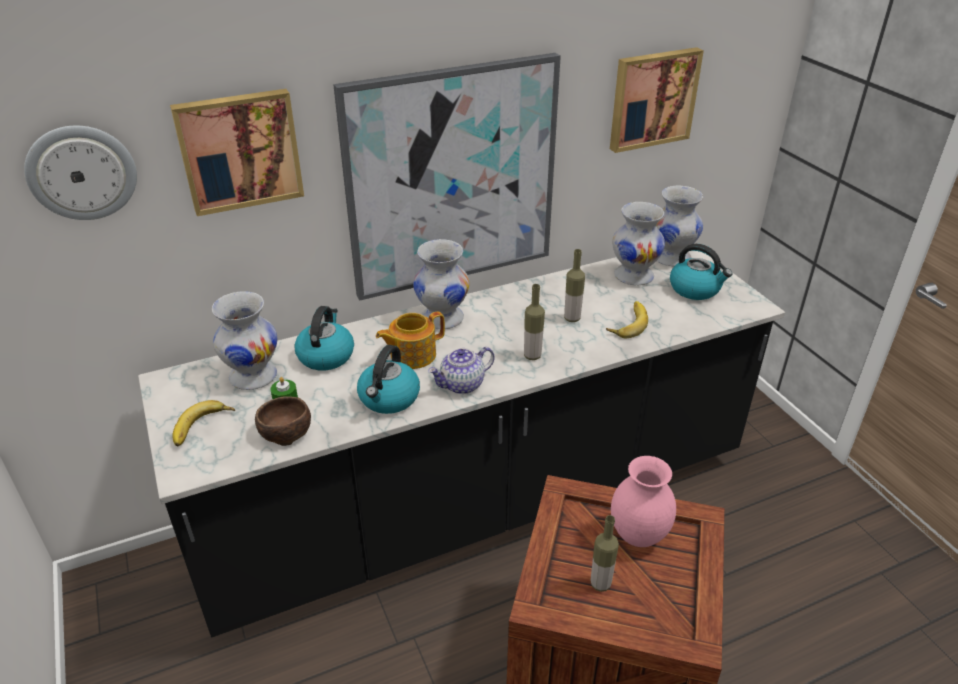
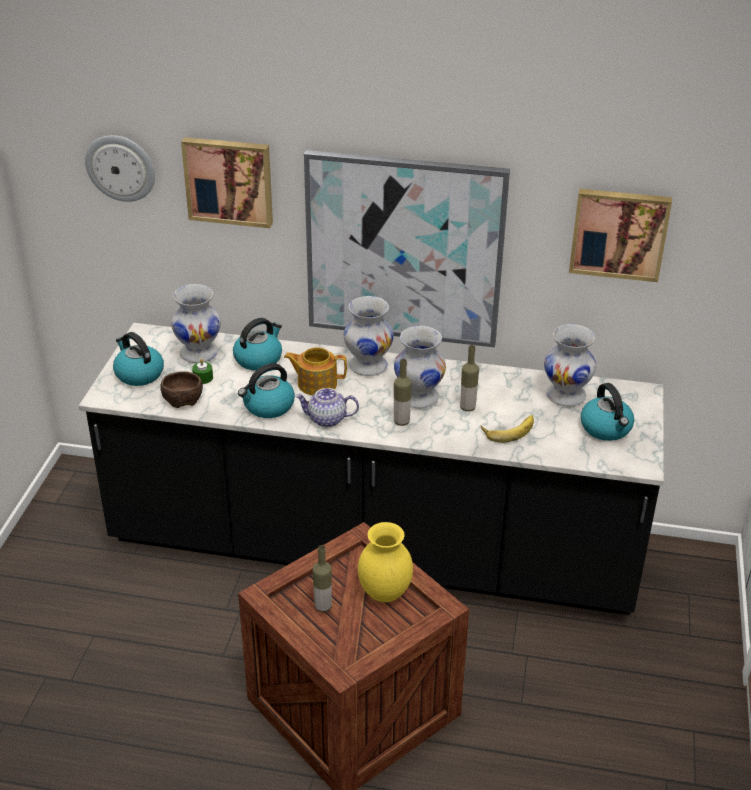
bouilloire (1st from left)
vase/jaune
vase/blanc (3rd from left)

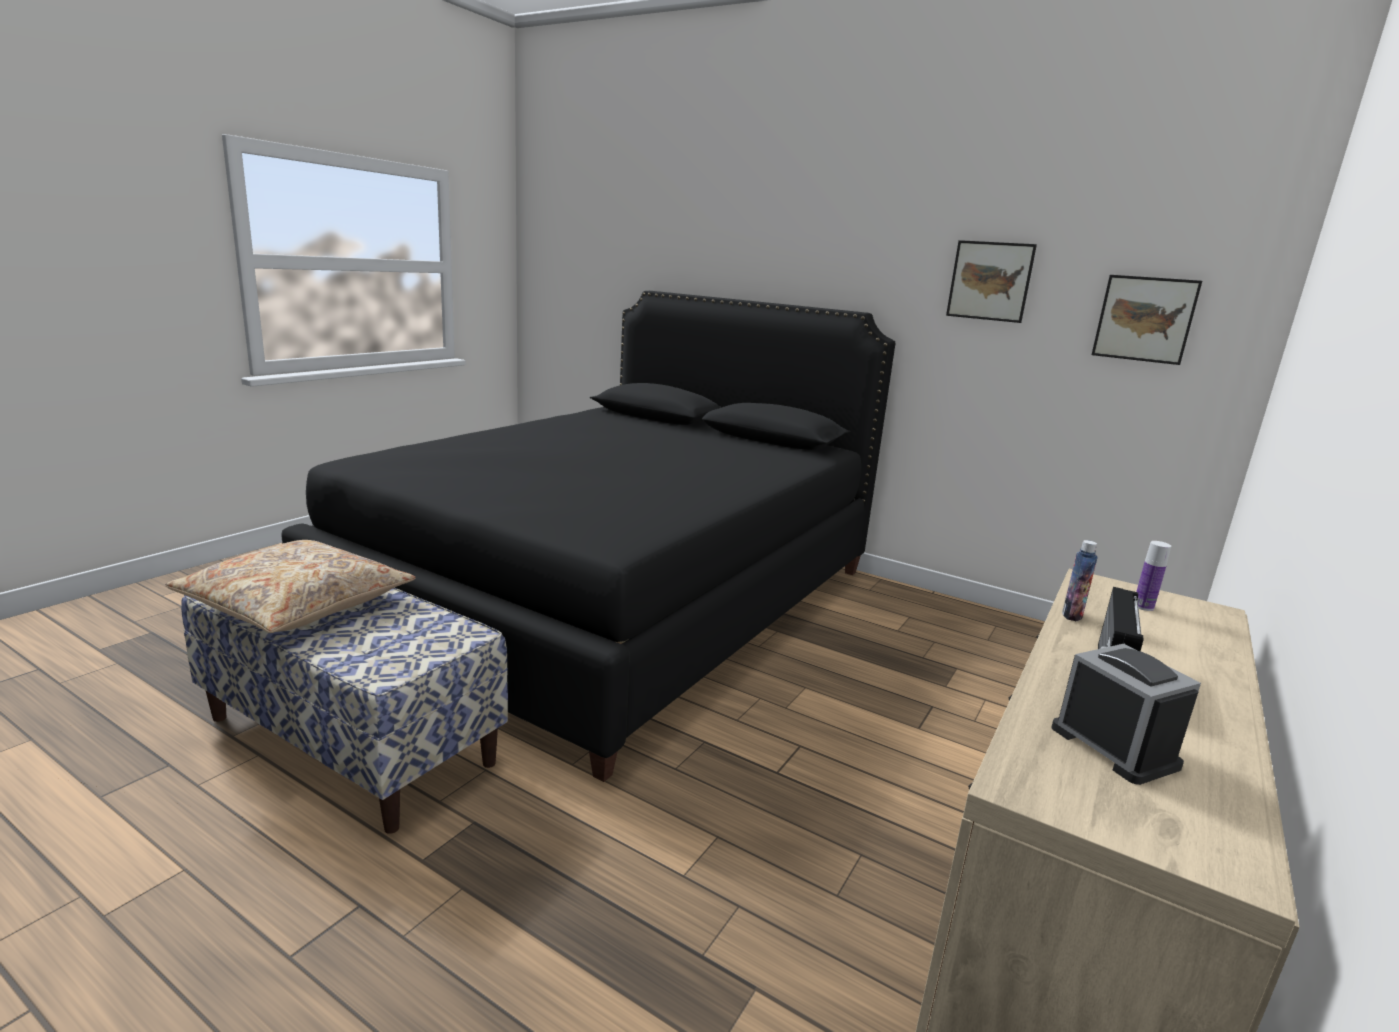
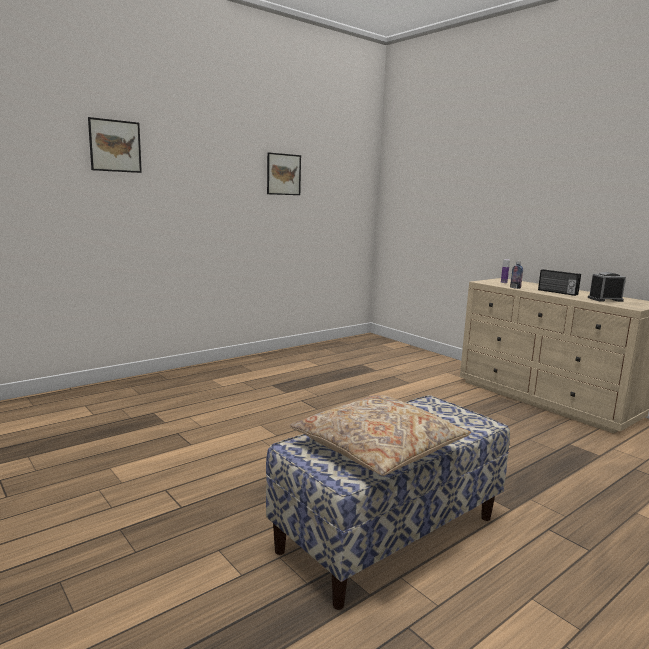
tableau (1st from left)
lit/noir

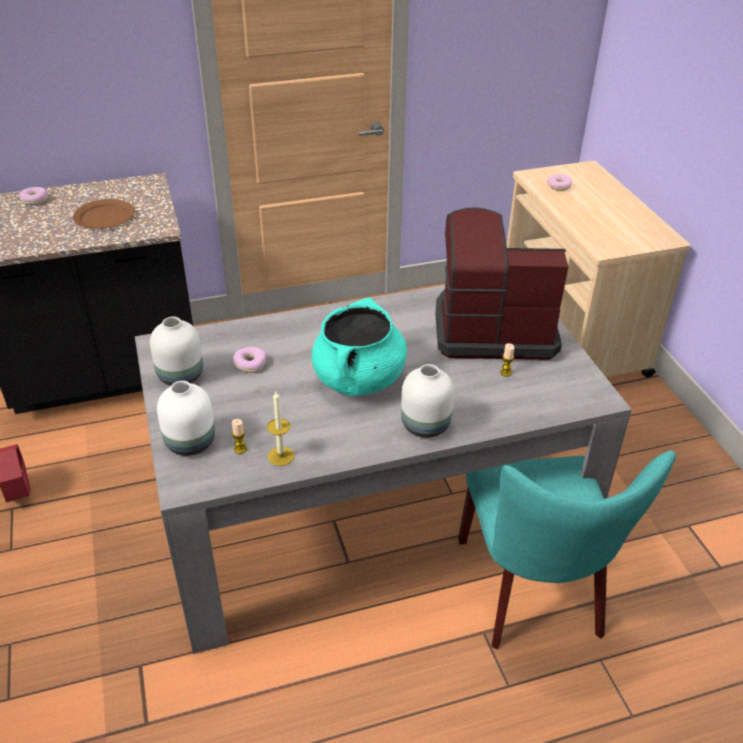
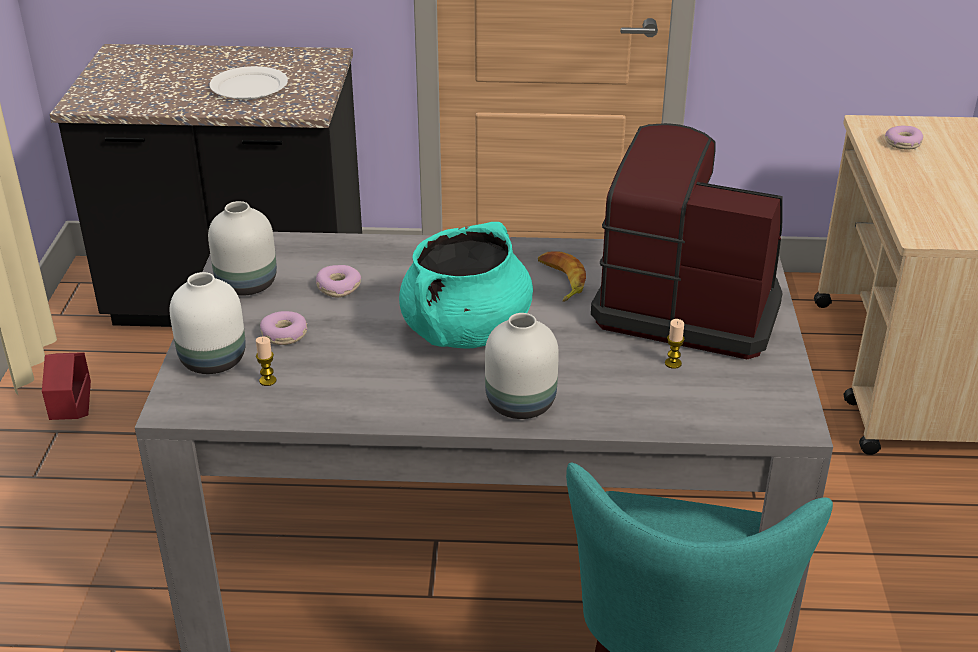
assiette/blanc
beignet (1st from left)
banane
bougie (2nd from left in the first image)

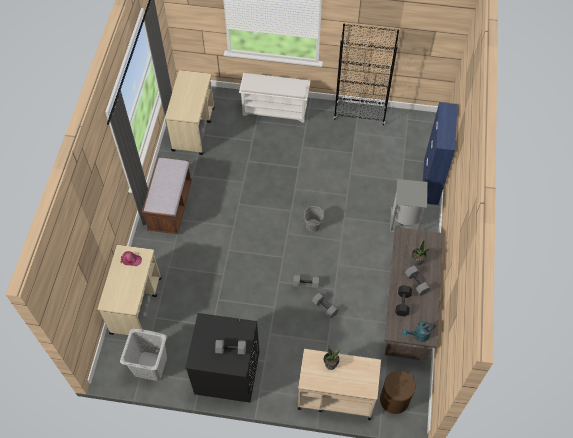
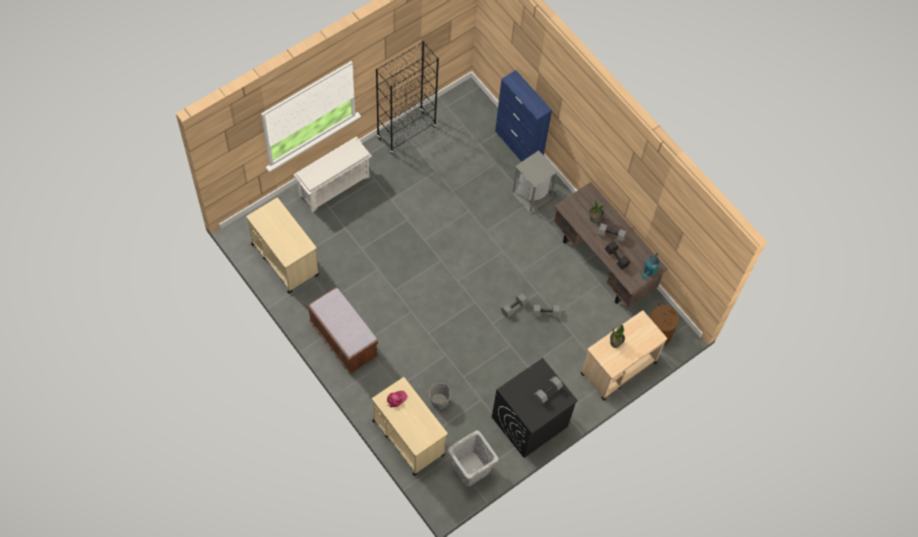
seau/gris

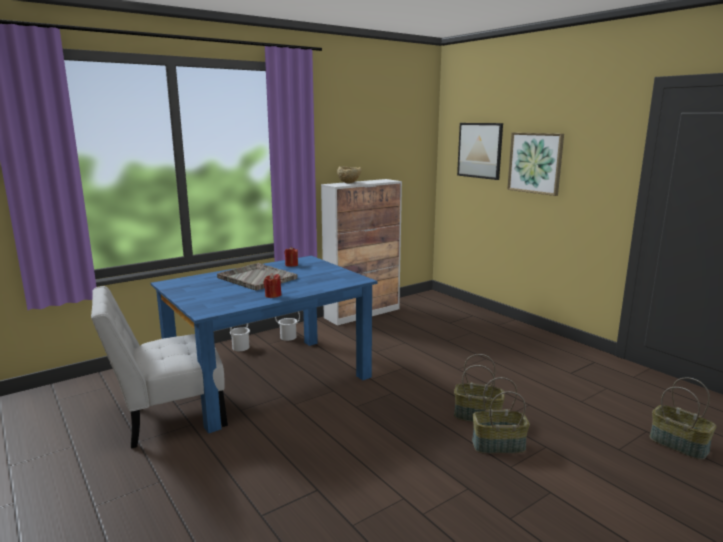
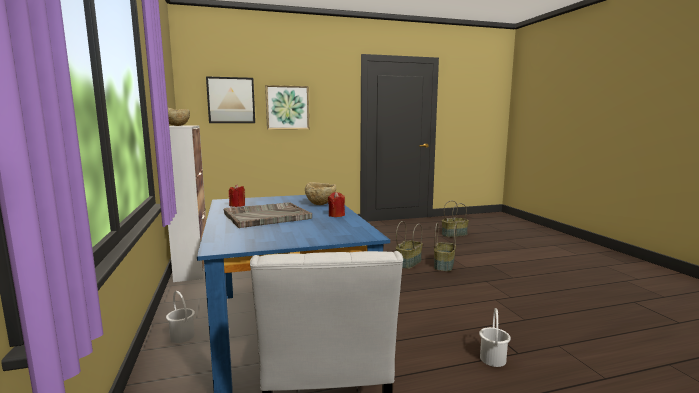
bol/beige (2nd from left)
seau/blanc (2nd from left)

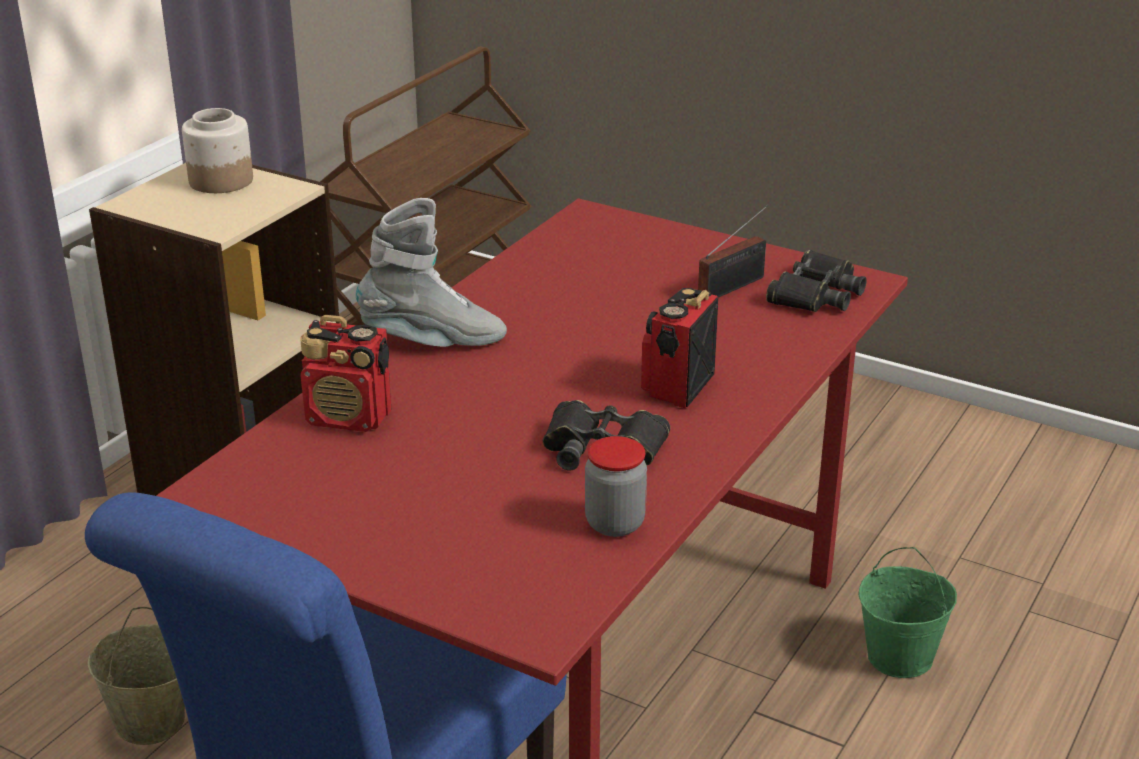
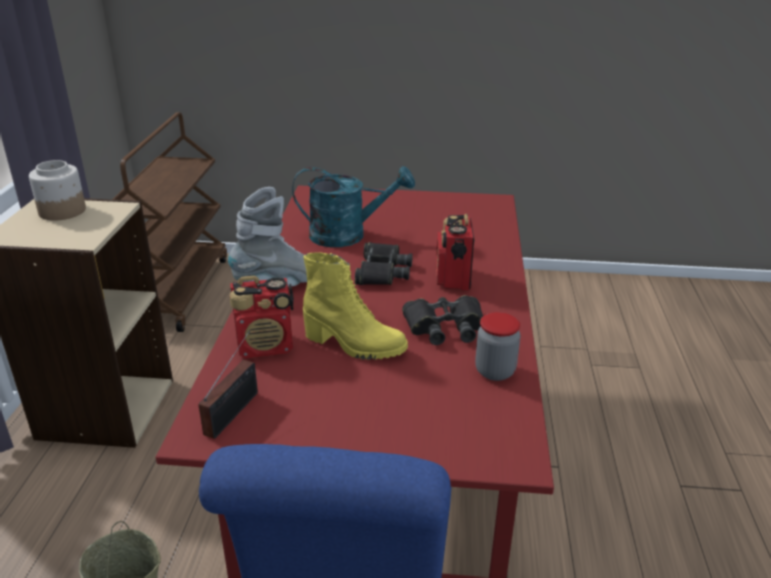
radio (1st from left)
arrosoir/turquoise
botte/jaune
jumelles/noir (1st from left)
seau/vert

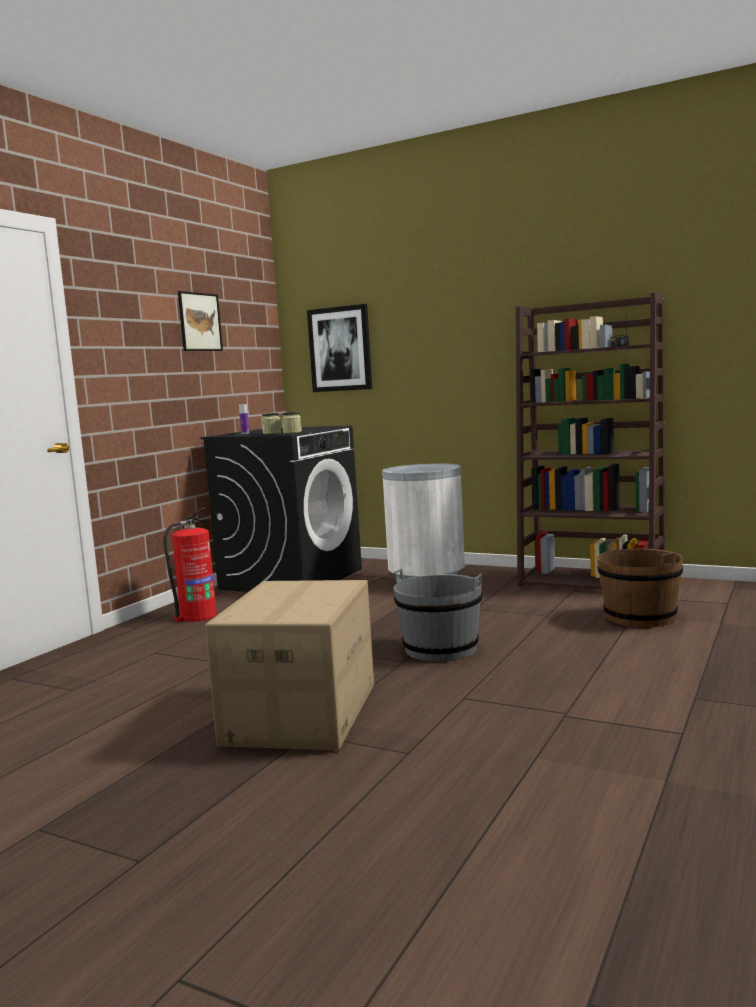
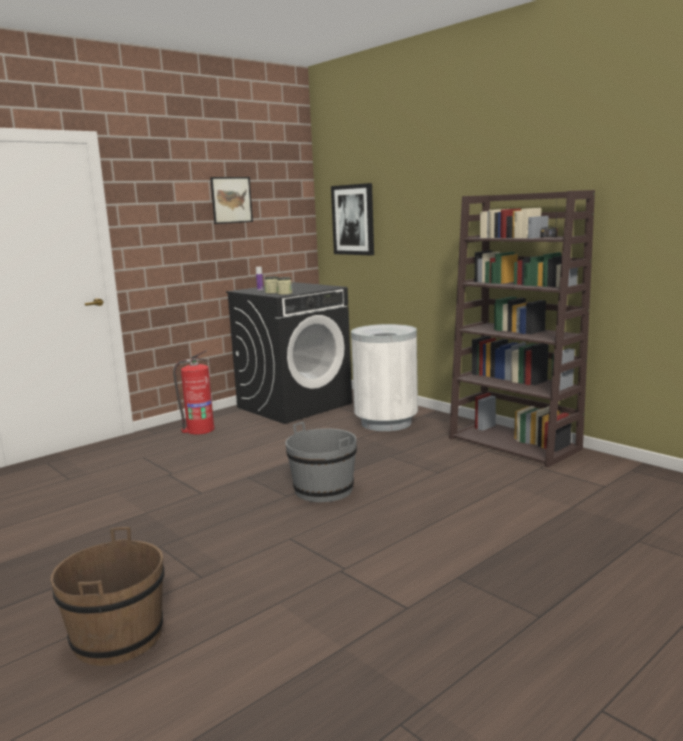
seau/marron
carton

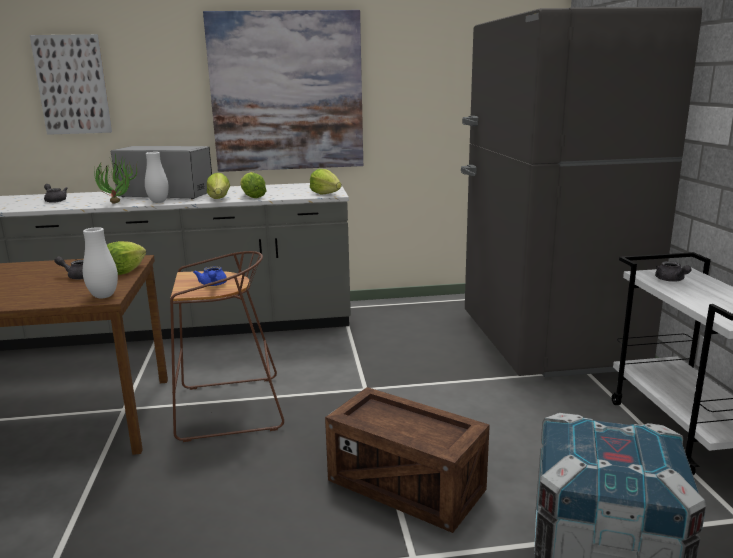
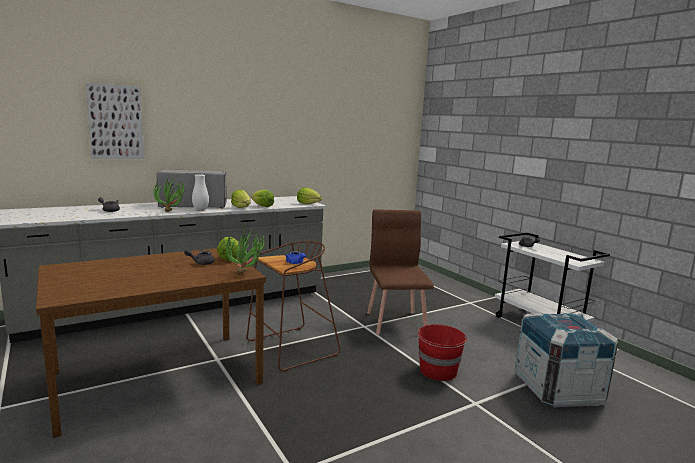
plante en pot (2nd from left)
chaise/marron
seau/rouge
tableau (2nd from left in the first image)
réfrigérateur/gris

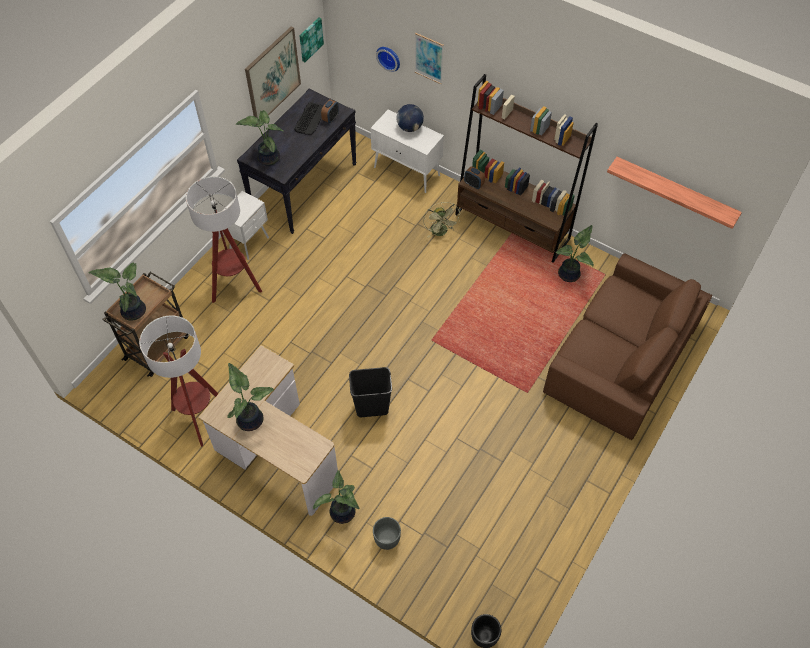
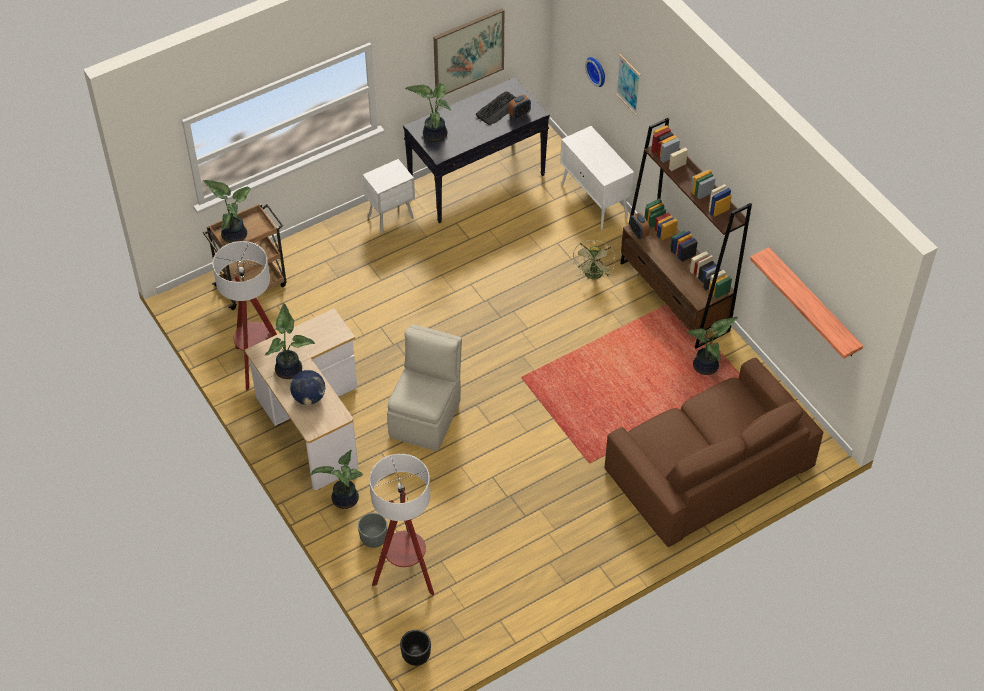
globe
lampadaire (2nd from left)
chaise/beige
tableau (2nd from left in the first image)

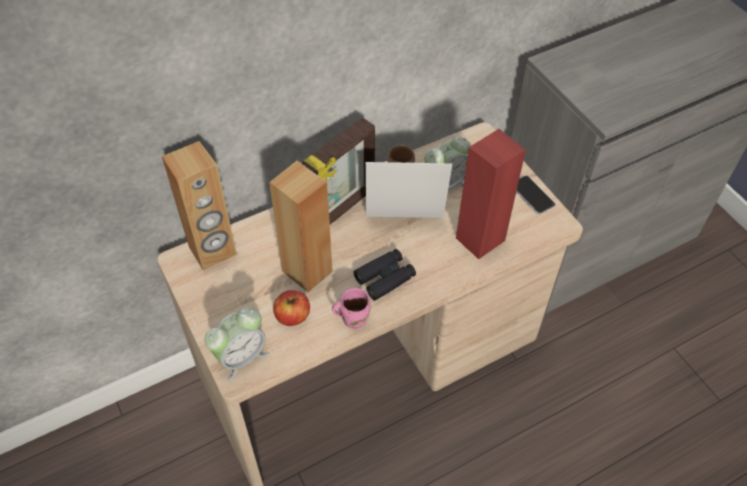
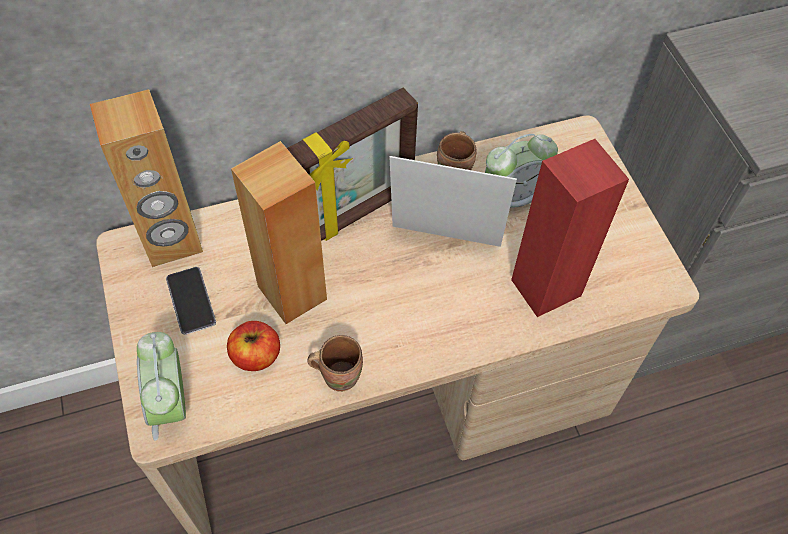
réveil (1st from left)
téléphone
mug/marron (1st from left)
jumelles/noir

